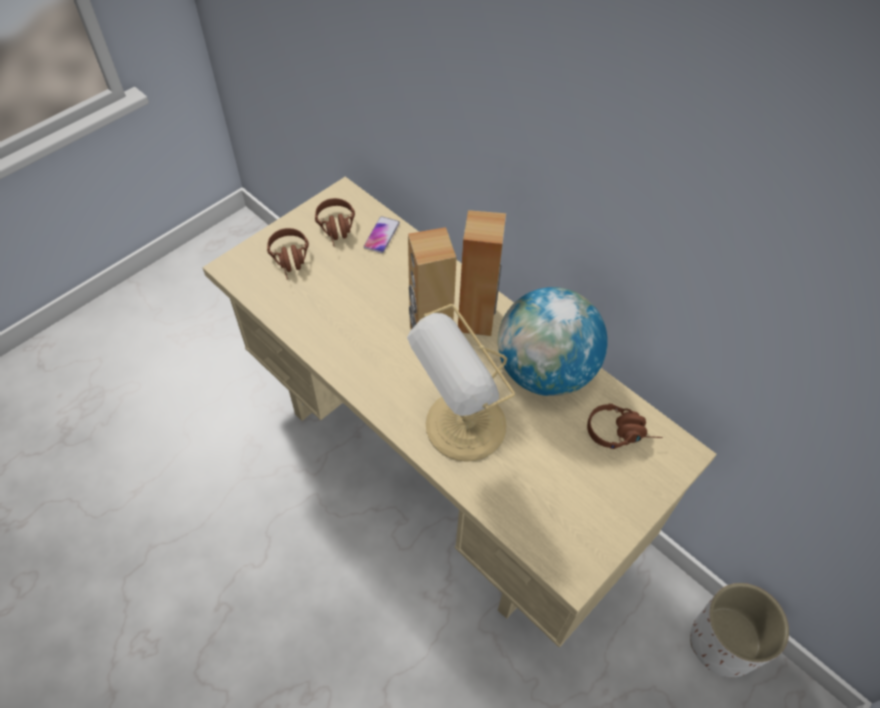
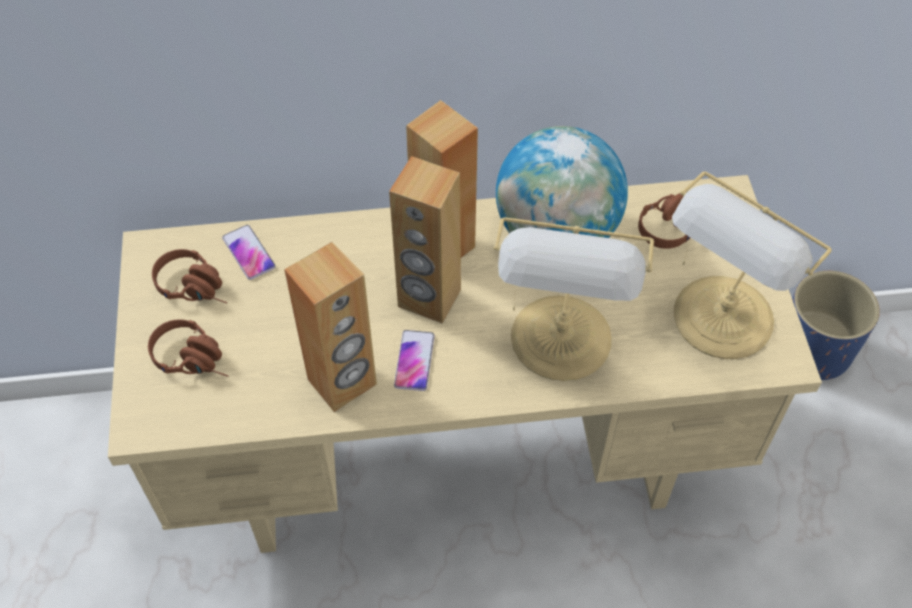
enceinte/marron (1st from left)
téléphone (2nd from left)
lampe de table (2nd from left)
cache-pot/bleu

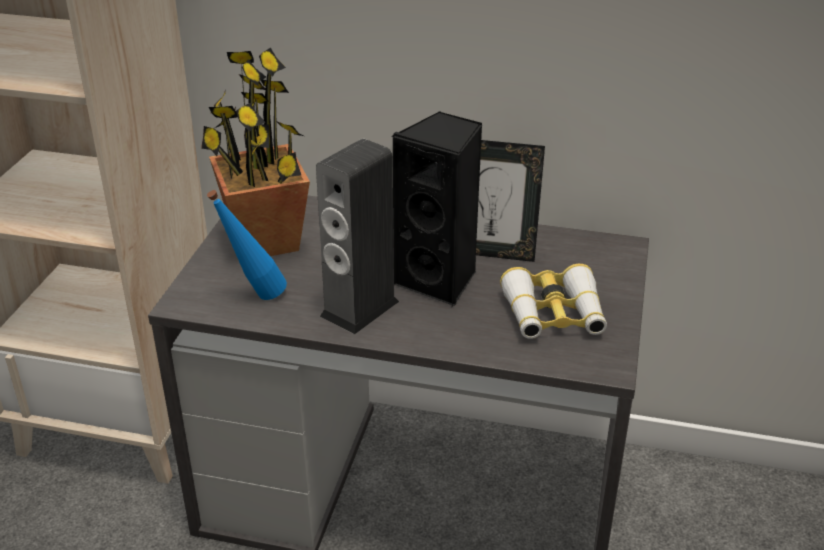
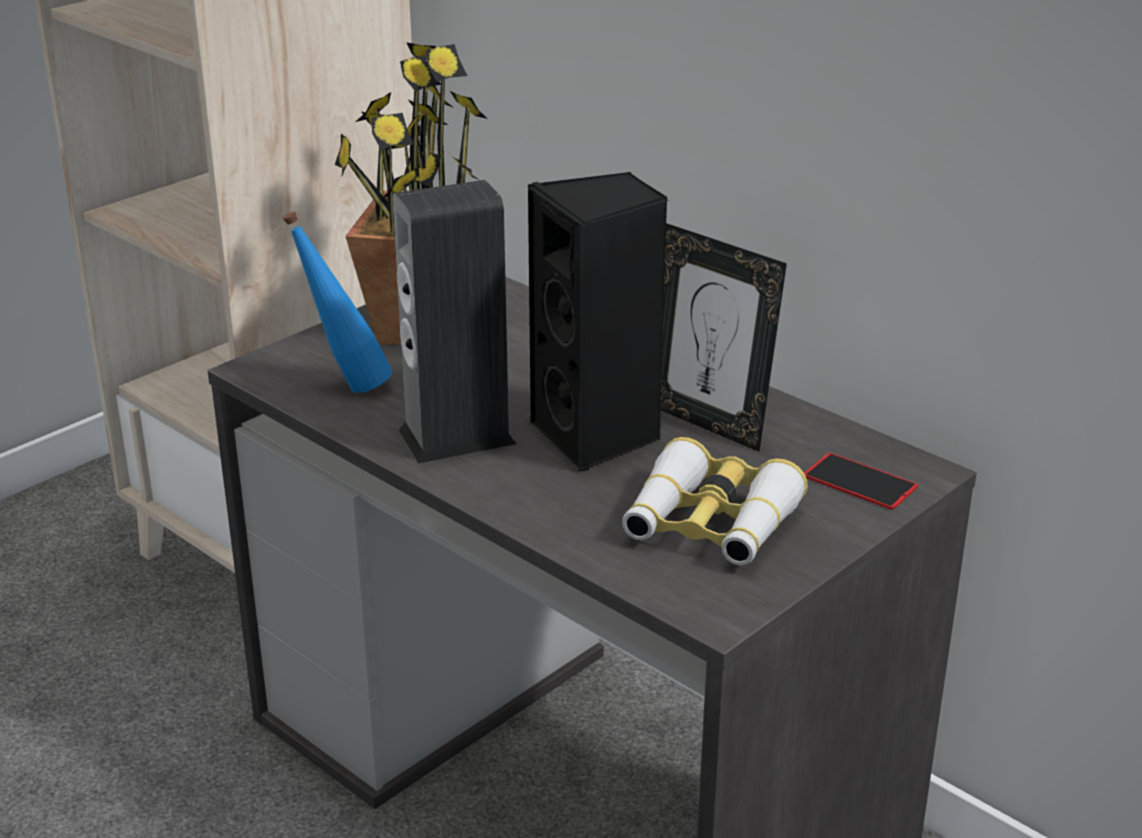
téléphone

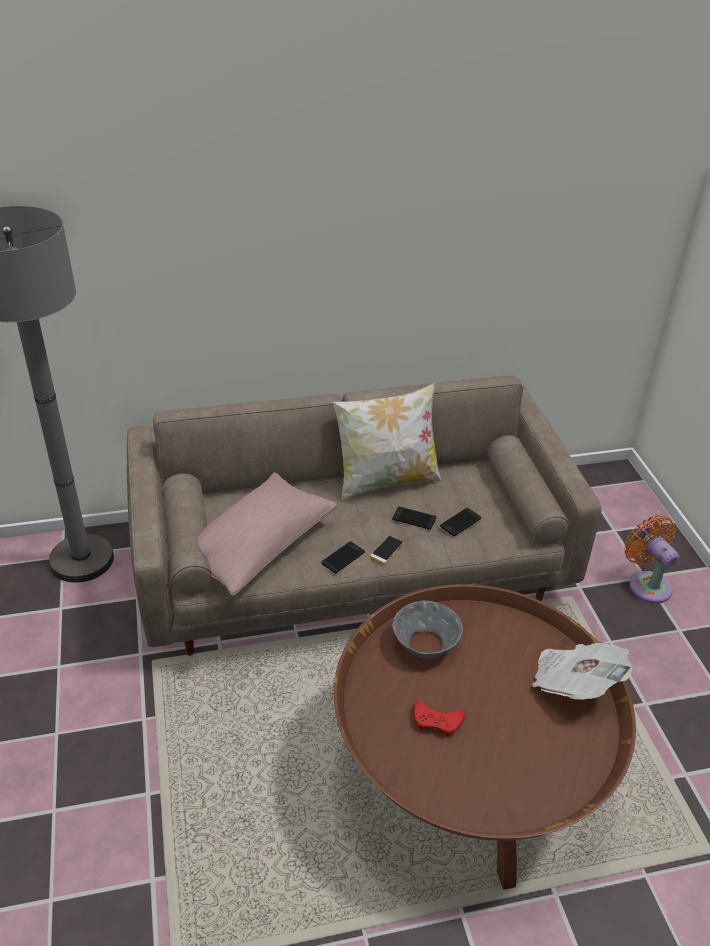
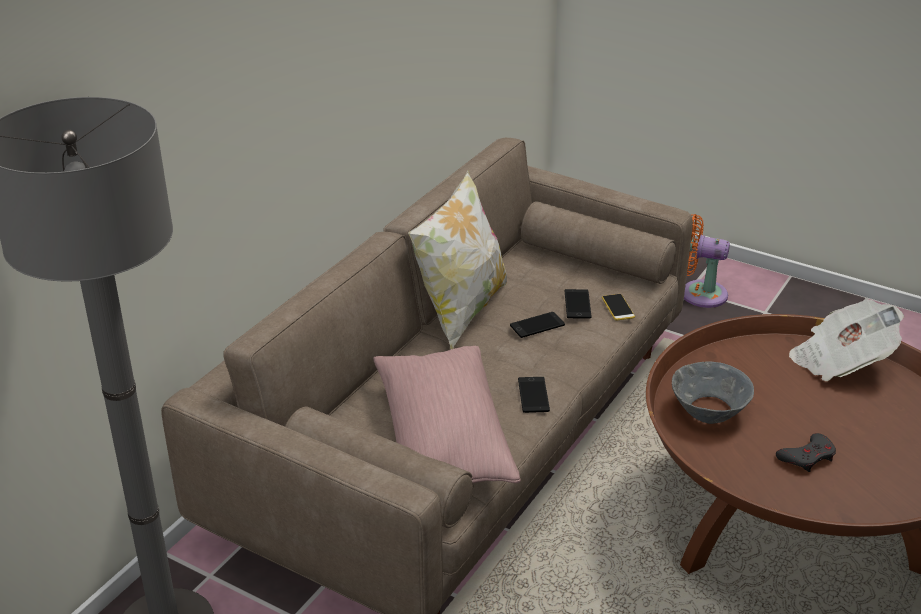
téléphone (4th from left)
manette/gris

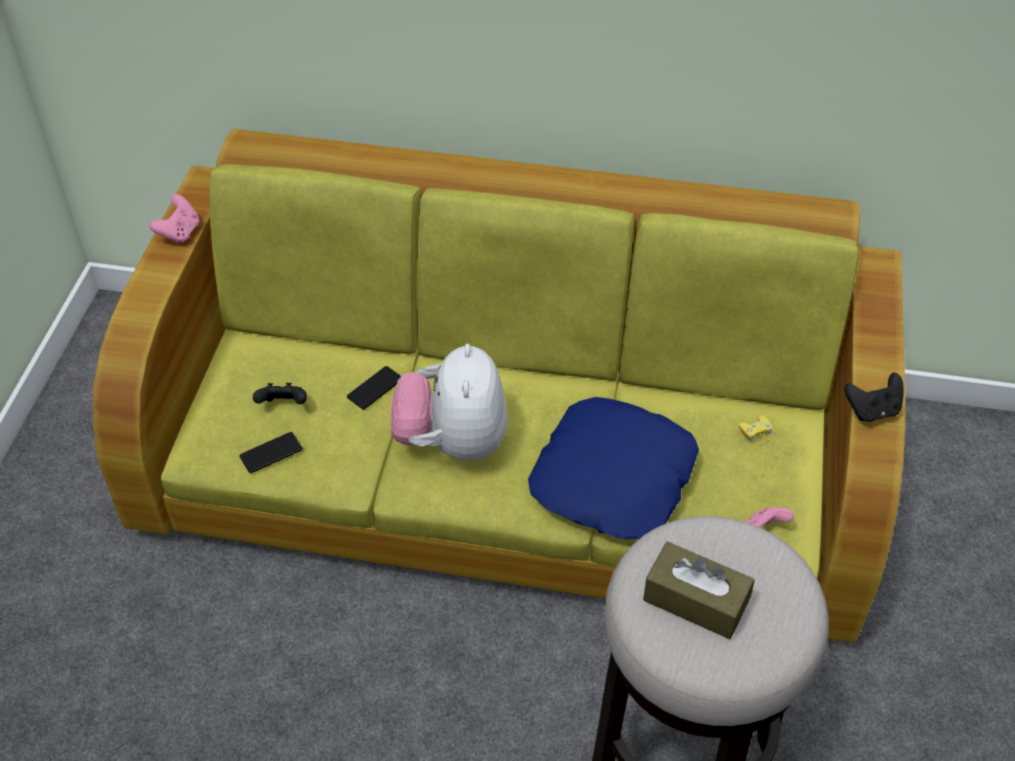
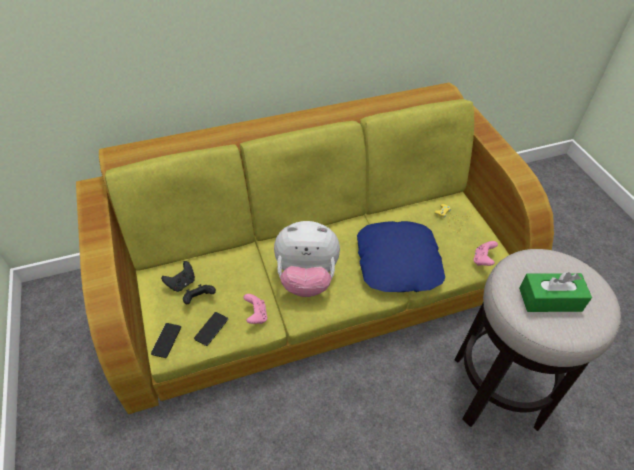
téléphone (1st from left)
manette/noir (1st from left)
manette/rose (1st from left)
peluche
boîte à mouchoirs/vert

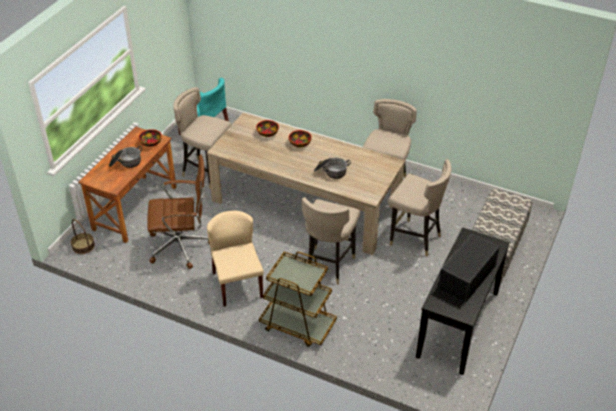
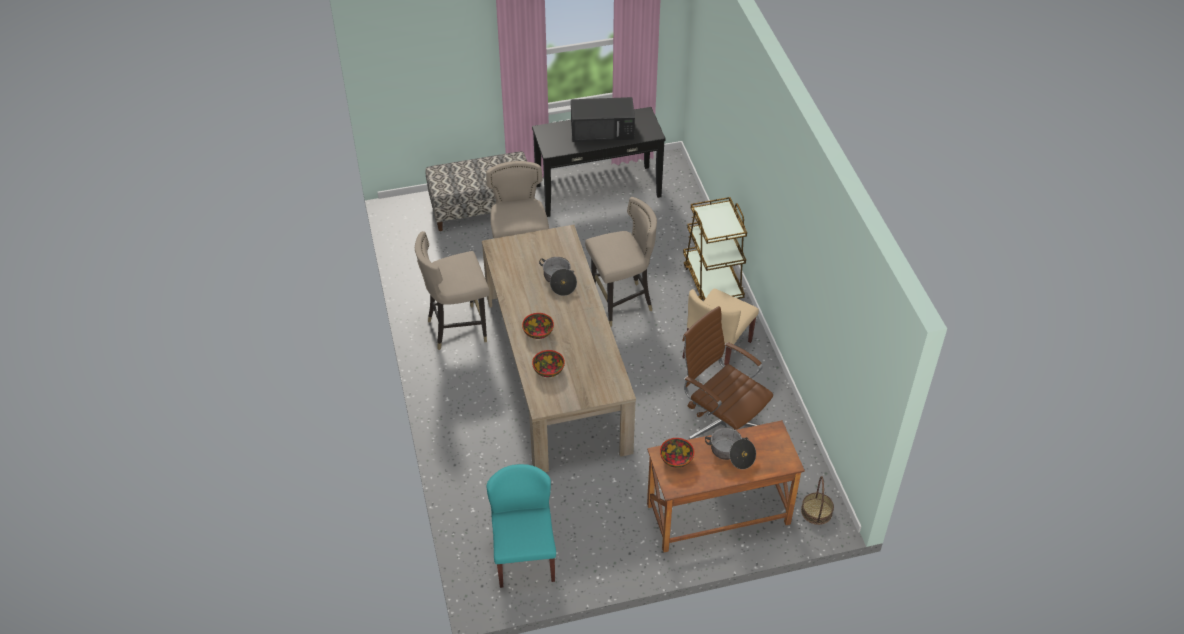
tabouret/beige (1st from left in the first image)

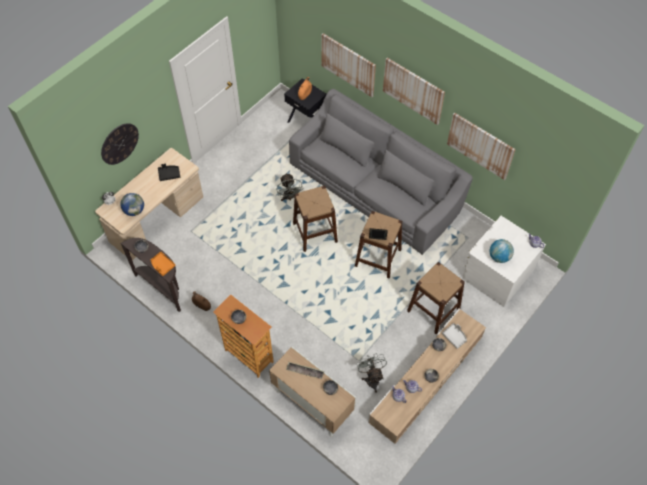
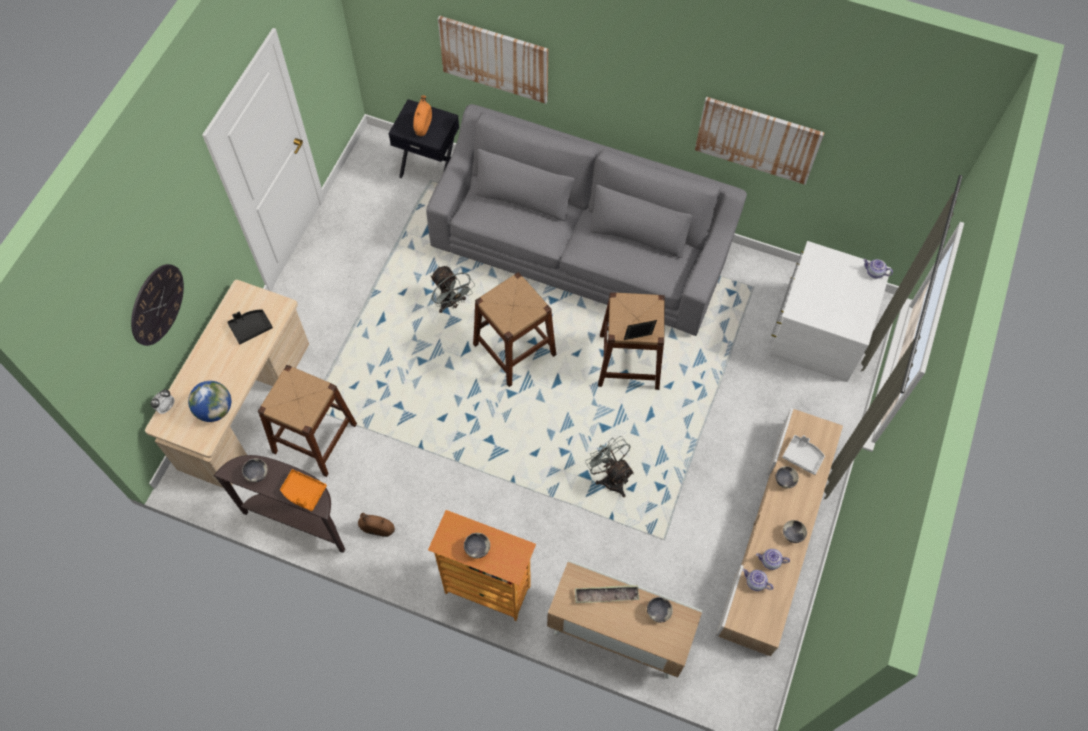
tabouret/marron (1st from left)
ventilateur/gris (2nd from left)
tableau (2nd from left in the first image)
globe (2nd from left in the first image)

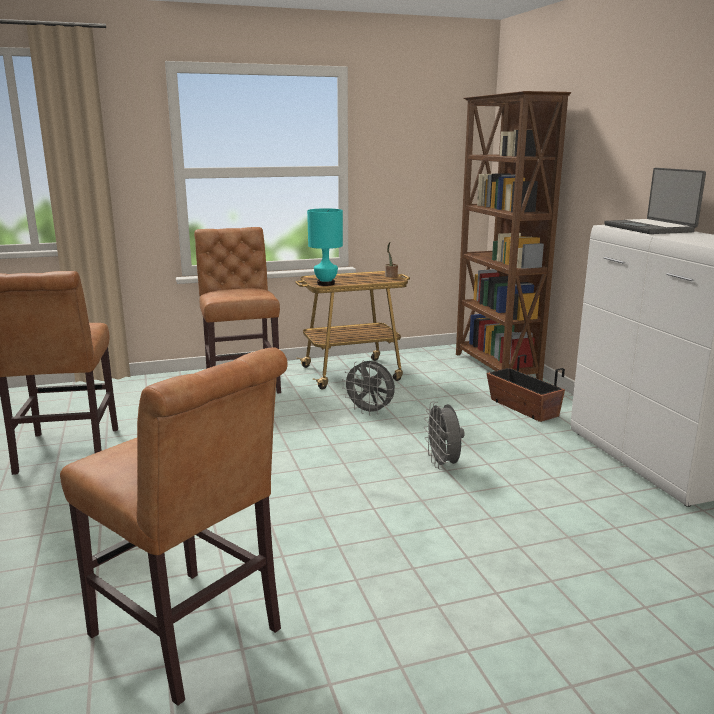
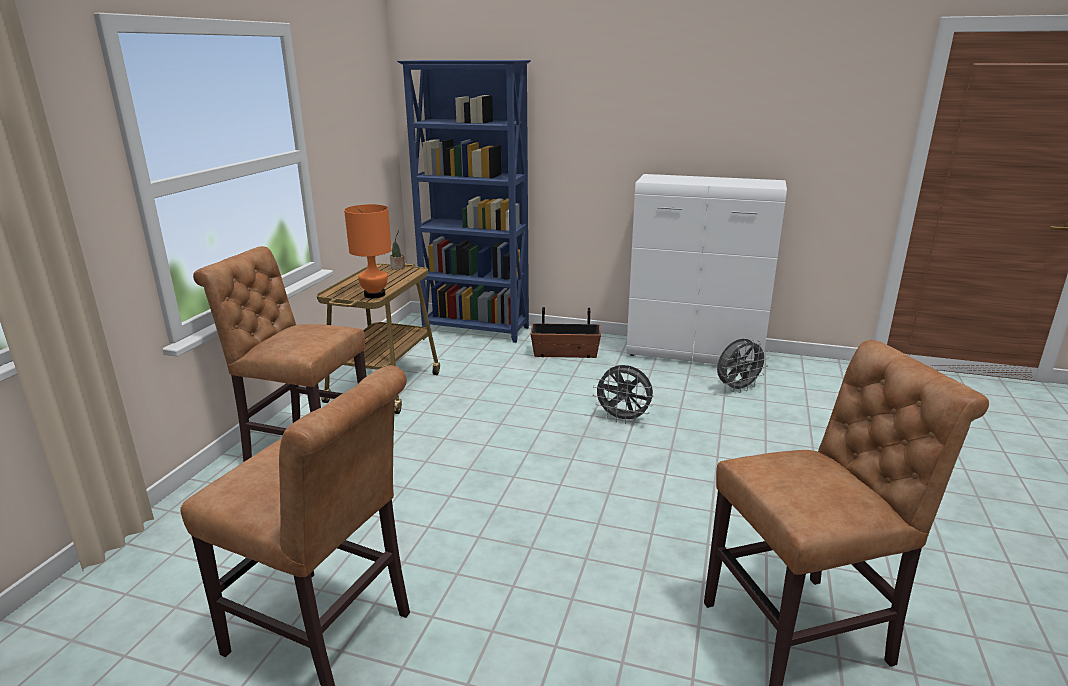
lampe de table/orange
bibliothèque/bleu
ventilateur/gris (2nd from left)
ordinateur portable

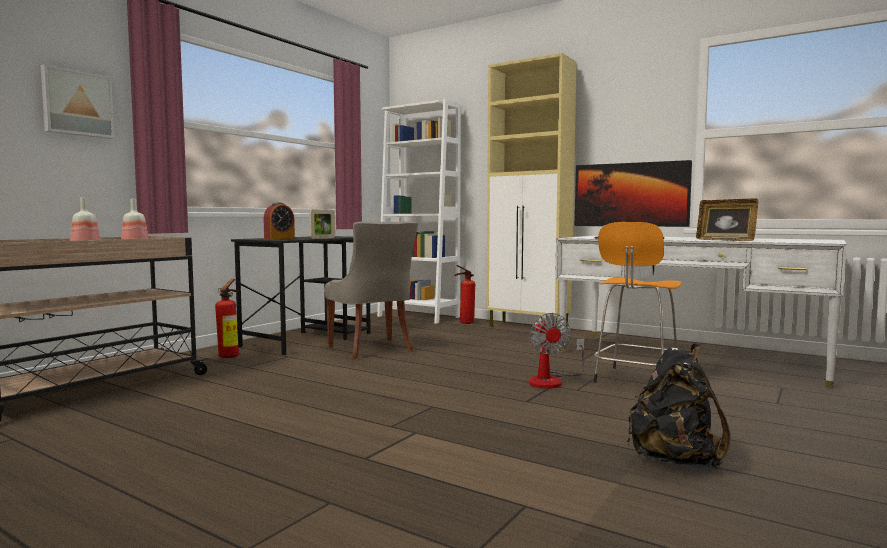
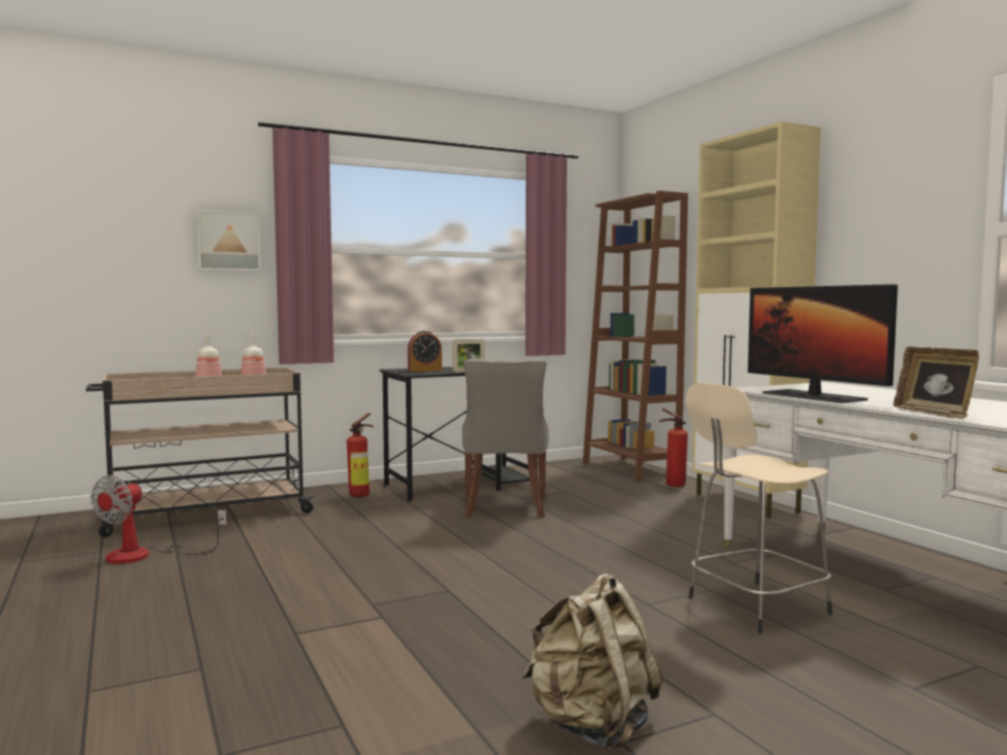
ventilateur
sac à dos/beige
bibliothèque/marron
tabouret/beige

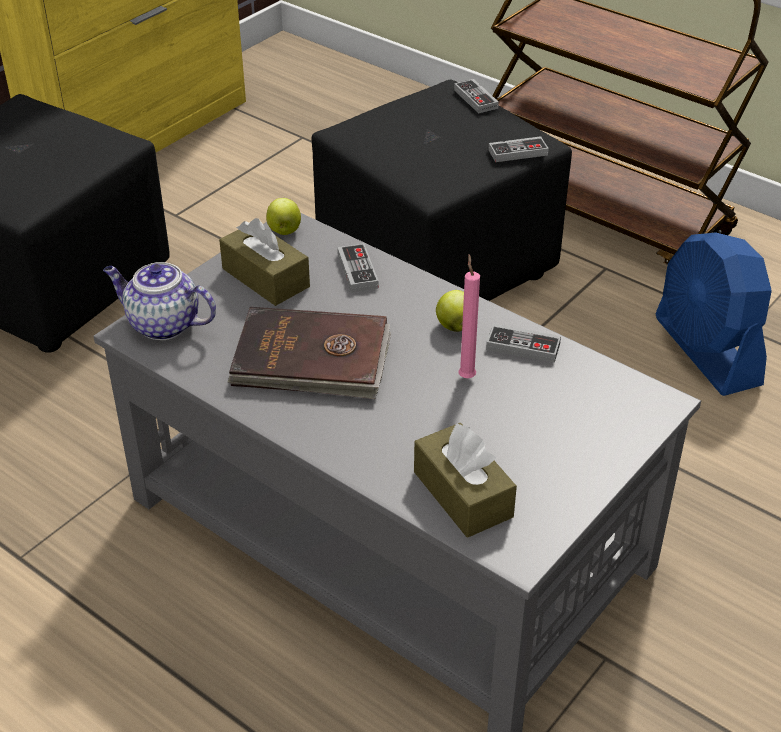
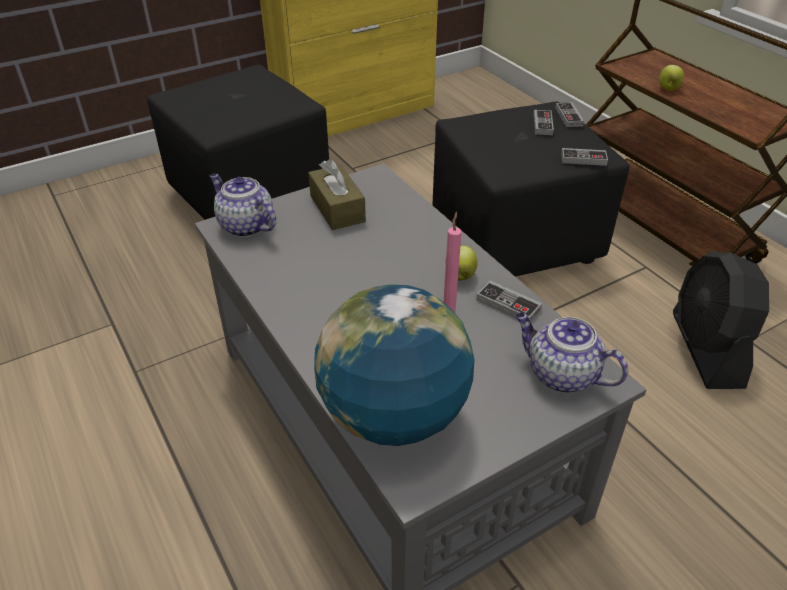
globe
théière (2nd from left)
manette (2nd from left)
pomme (2nd from left)
ventilateur/noir
livre/marron

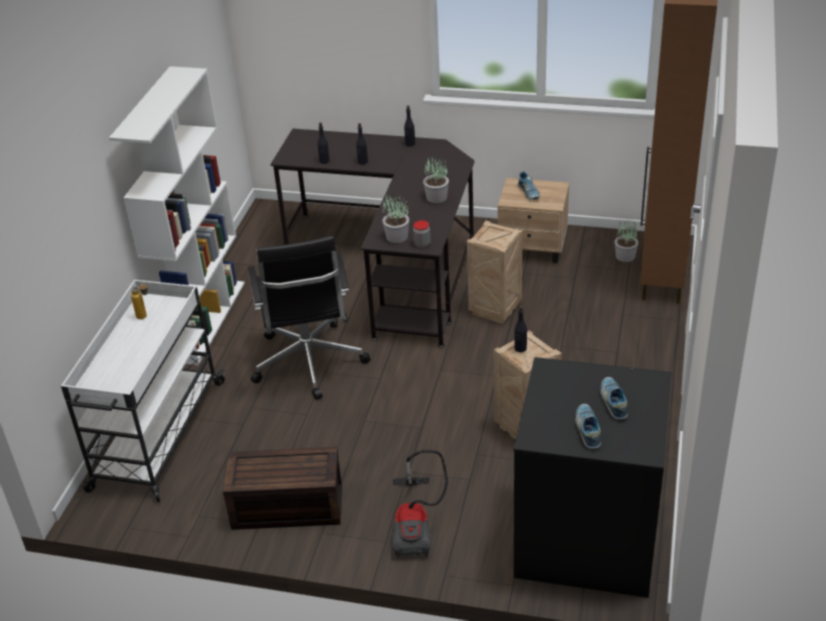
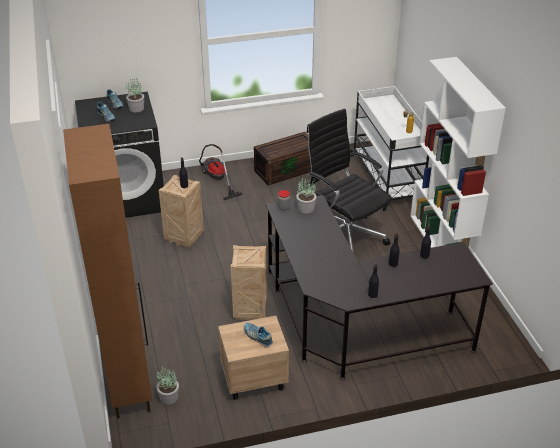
plante en pot (1st from left)

